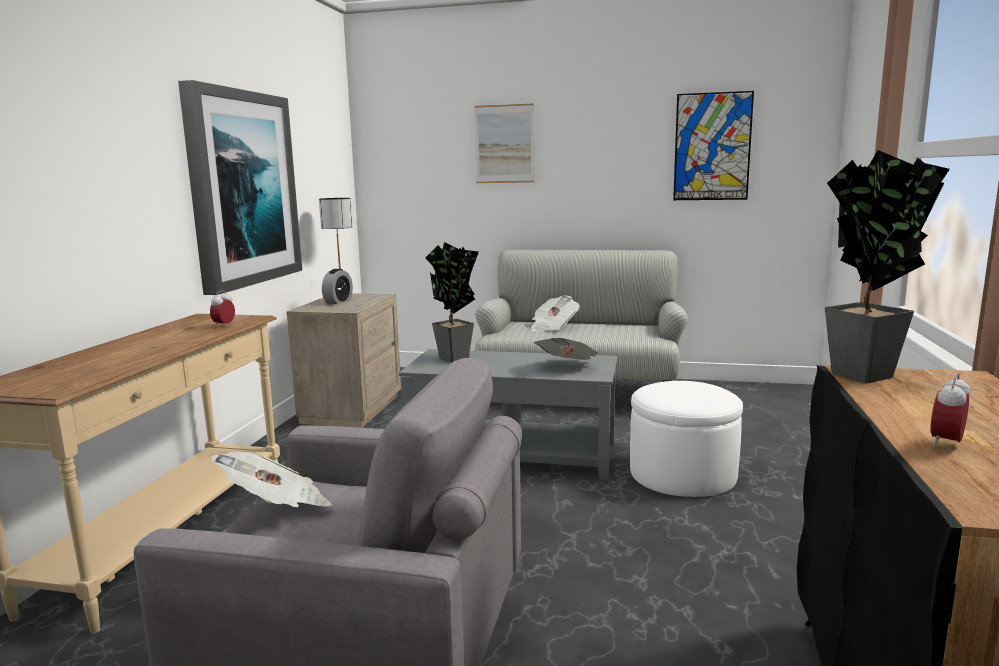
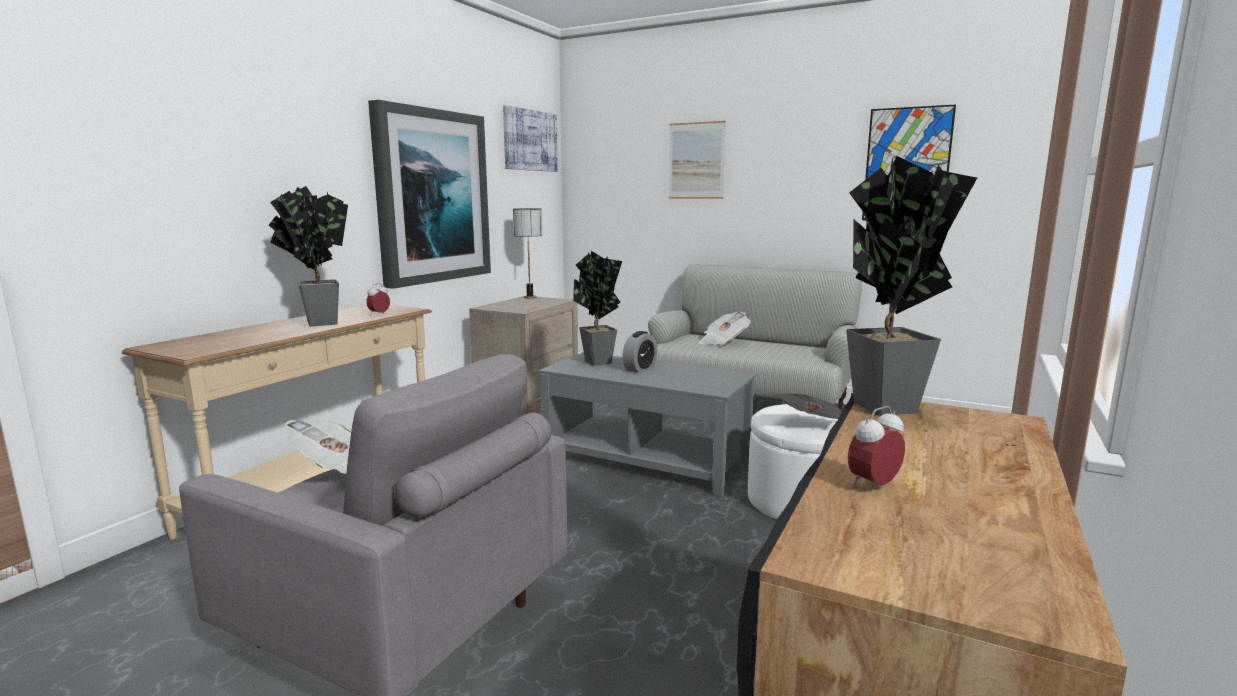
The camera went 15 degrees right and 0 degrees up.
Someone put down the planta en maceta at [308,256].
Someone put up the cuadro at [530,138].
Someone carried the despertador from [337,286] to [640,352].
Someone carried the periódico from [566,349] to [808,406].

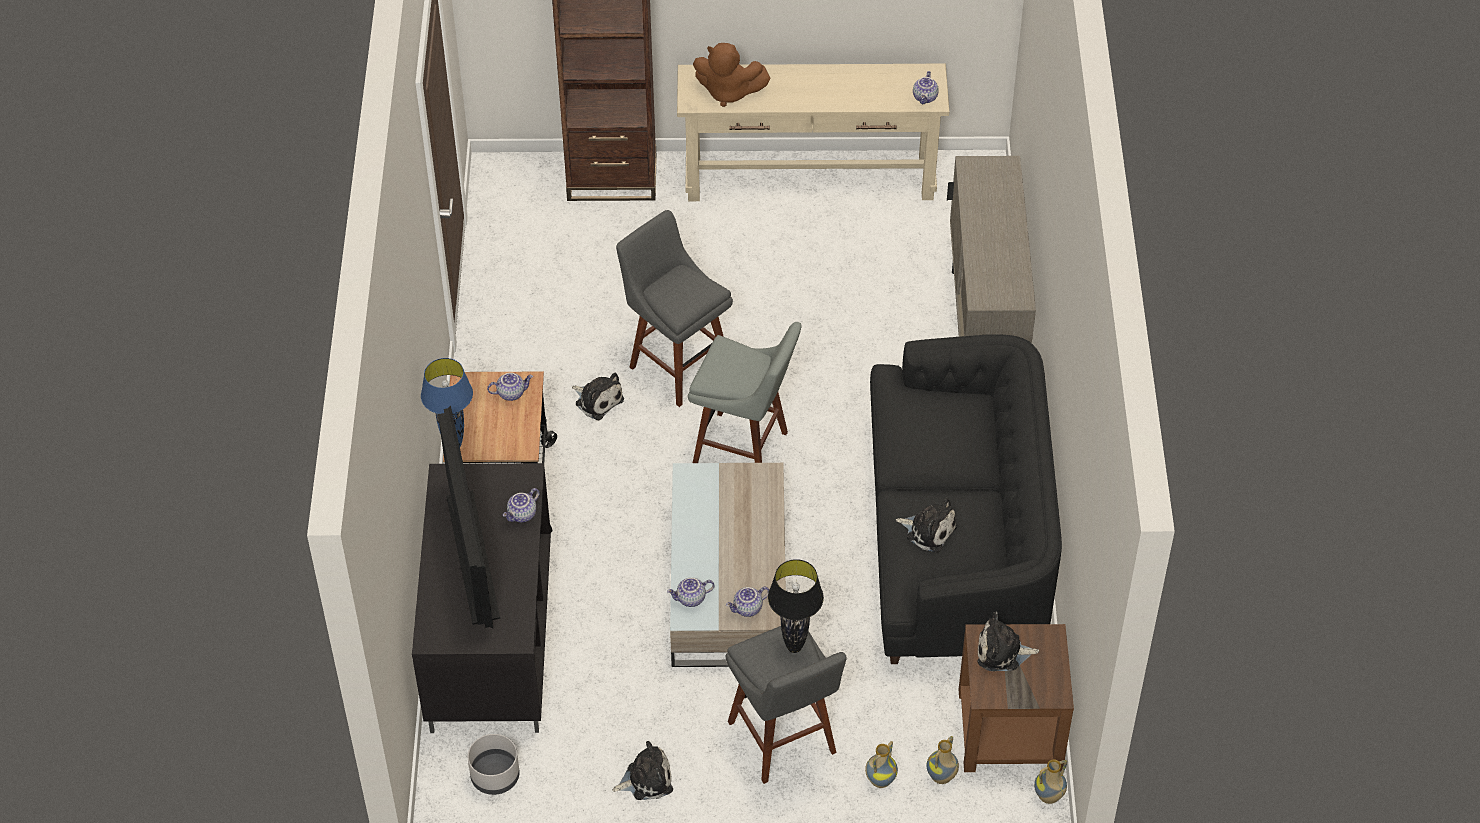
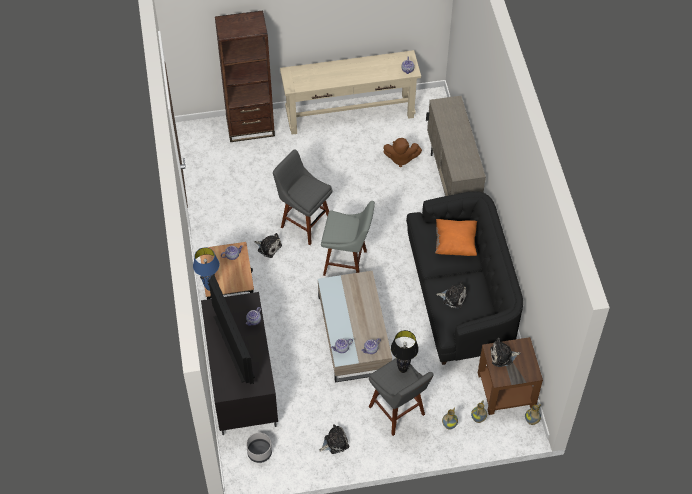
The camera went 10 degrees left and 5 degrees up.
Someone put down the cojín/naranja at [456,237].
Someone carried the peluche/marrón from [732,75] to [402,152].

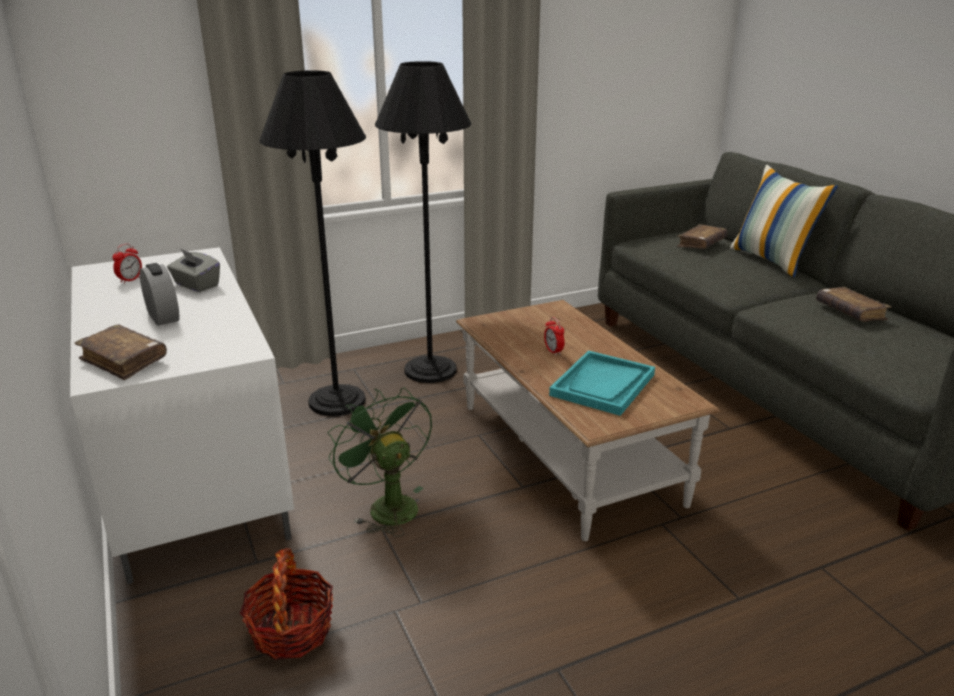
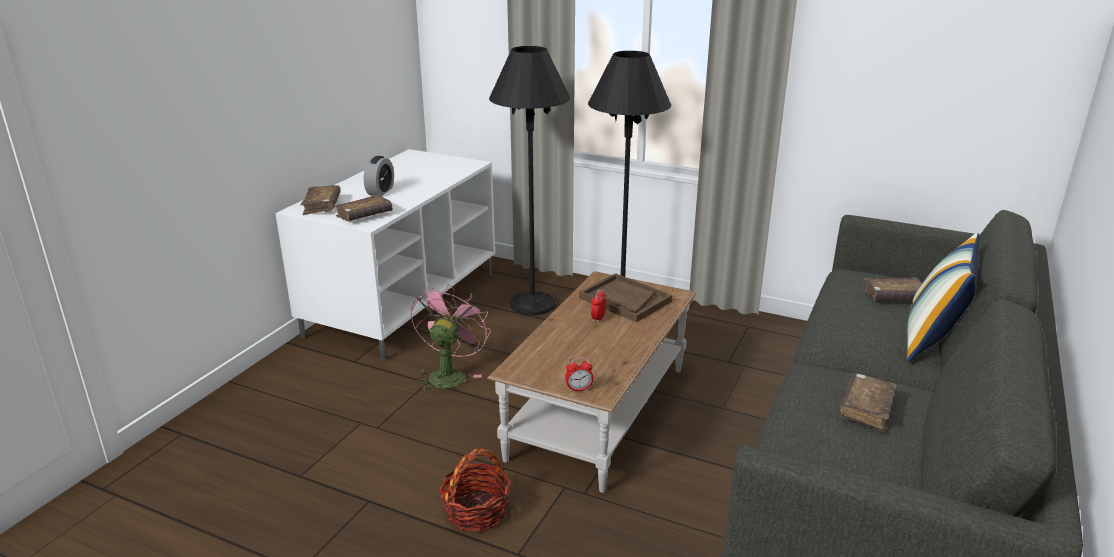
The camera went 50 degrees right and 0 degrees up.
Someone took away the caja de pañuelos/gris at [193,270].
Someone took away the bandeja/turquesa at [602,383].
Someone put down the libro/marrón at [363,208].
Someone put down the bandeja/marrón at [625,297].
Someone carried the despertador from [127,264] to [579,374].
Someone carried the cesta from [287,604] to [475,489].
Someone repainted the ventilador/verde at [380,462], which became the ventilador/rosa at [451,338].

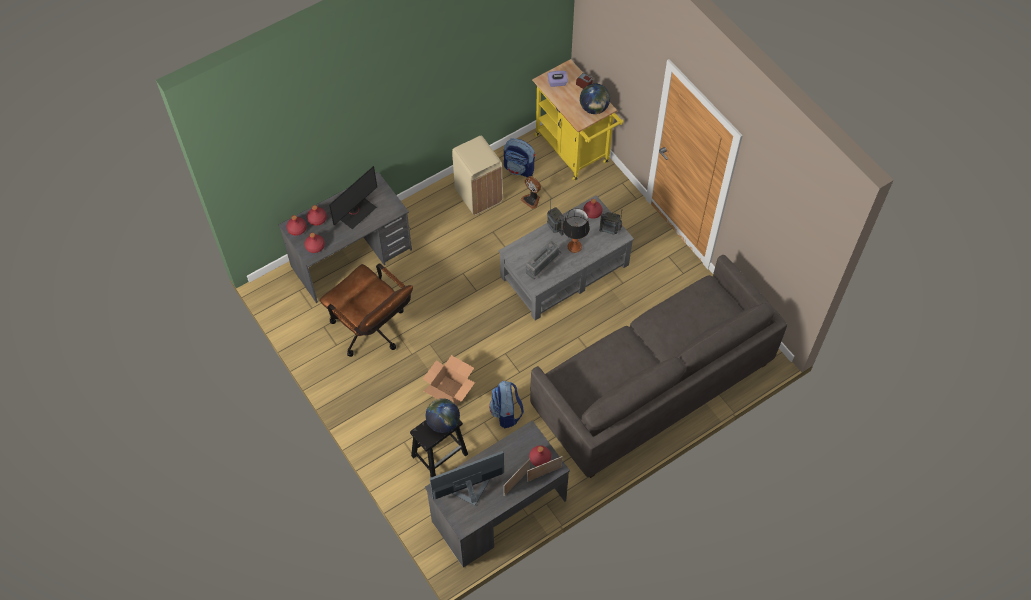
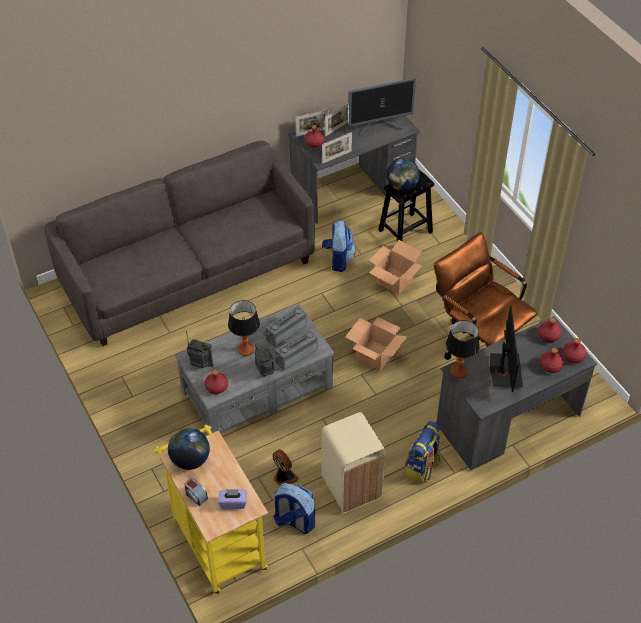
The camera went 175 degrees left and 10 degrees down.
Someone put down the radio at [295,349].
Someone put down the portarretratos at [337,148].
Someone put down the caja de cartón at [376,344].
Someone put down the mochila at [422,453].
Someone put down the lámpara de mesa at [463,349].
Someone rotated the monitor at [353,197] by 135 degrees clockwise.

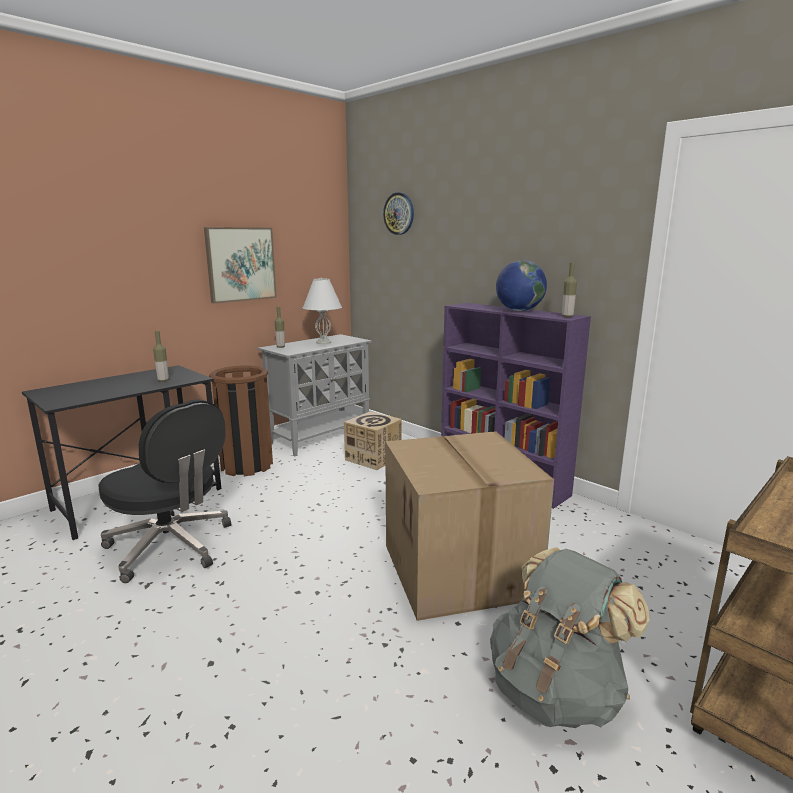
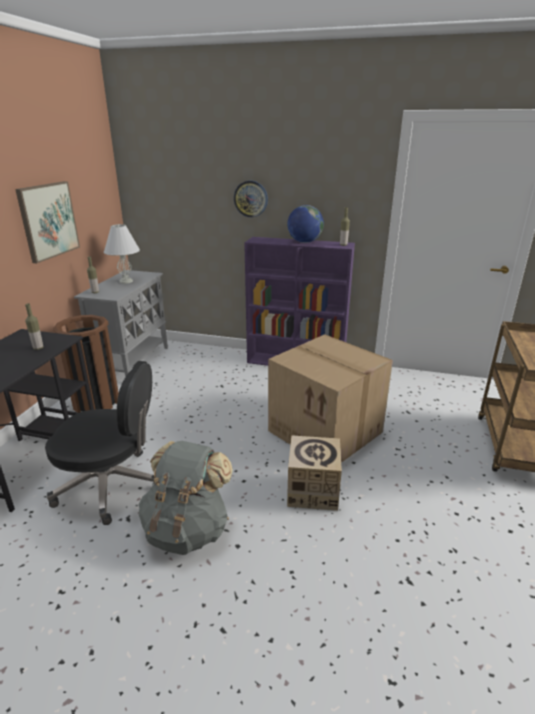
The camera went 30 degrees left and 10 degrees up.
Someone carried the caja de cartón from [373,440] to [314,473].
Someone carried the reloj de pared from [398,213] to [251,199].
Someone carried the mochila/gris from [570,637] to [185,498].

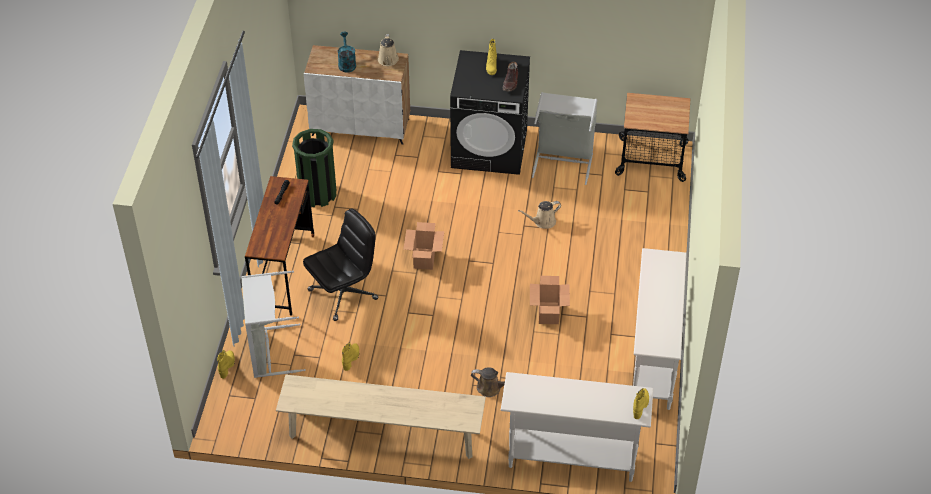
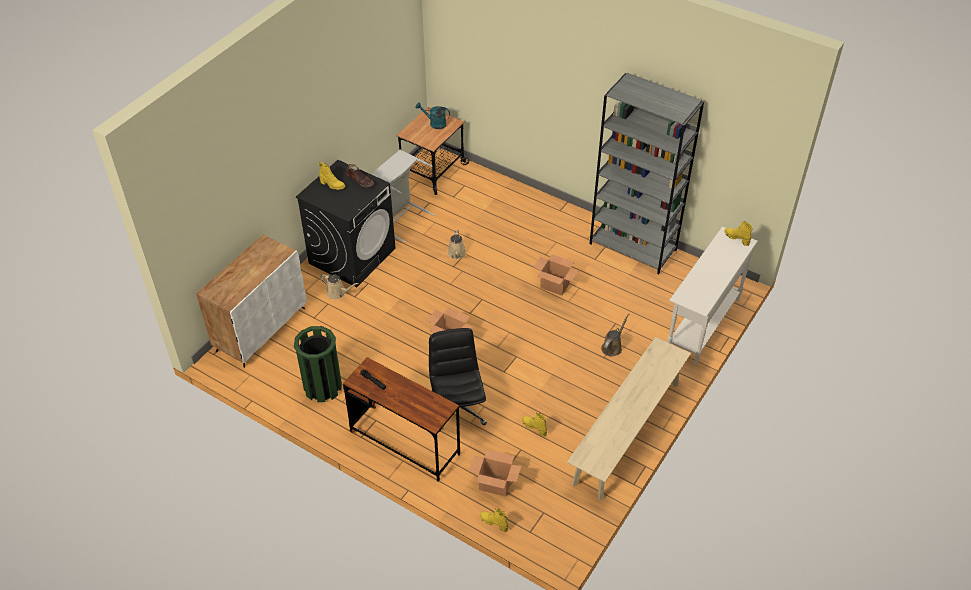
The camera went 65 degrees left and 0 degrees up.
Someone carried the regadera/turquesa from [347,52] to [432,115].
Someone carried the regadera/beis from [388,50] to [339,287].
Someone swapped the cesto de la ropa/gris at [273,324] for the caja de cartón at [495,473].
Someone swapped the mesa consola/blanco at [660,329] for the estantería/gris at [647,173].

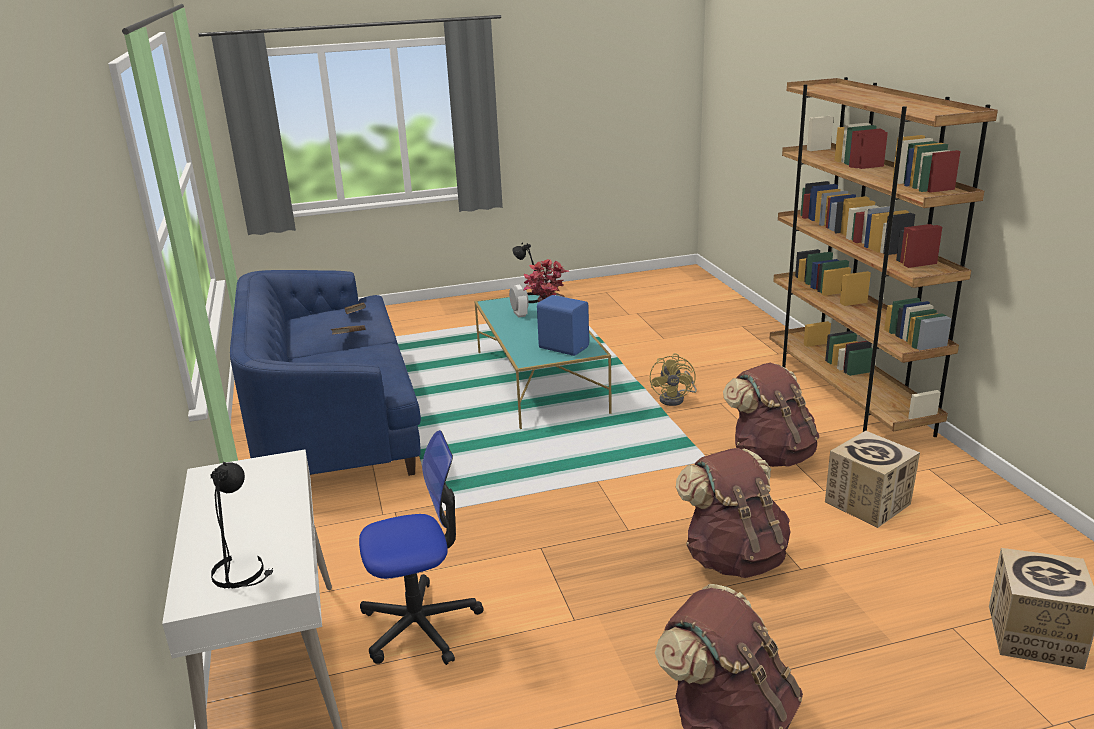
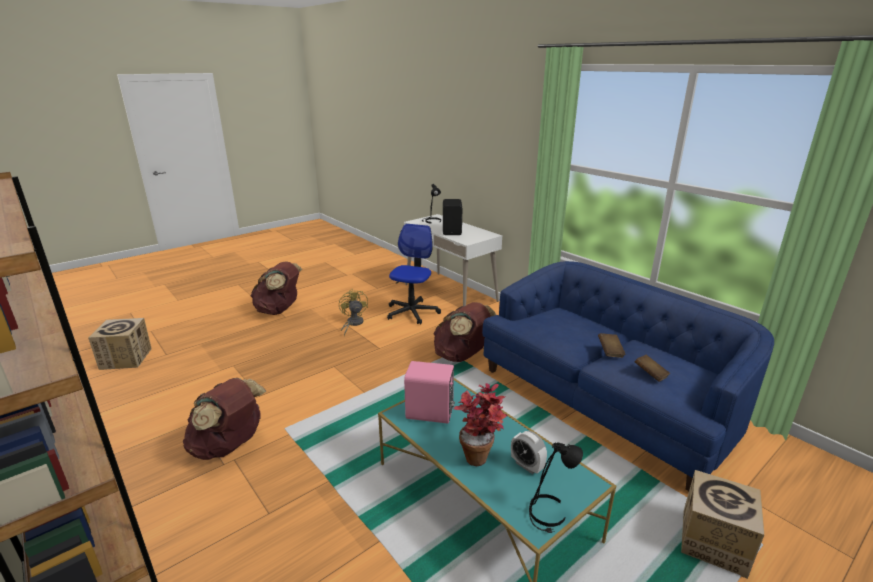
The camera went 155 degrees right and 0 degrees up.
Someone put down the altavoz/negro at [452,217].
Someone carried the ventilador/amarillo from [673,379] to [353,312].
Someone carried the mochila/marrón from [733,513] to [464,332].
Someone carried the caja de cartón from [872,479] to [722,524].
Someone repainted the altavoz/azul at [563,325], which became the altavoz/rosa at [429,392].
Someone rotated the silla de oficina at [421,547] by 150 degrees clockwise.

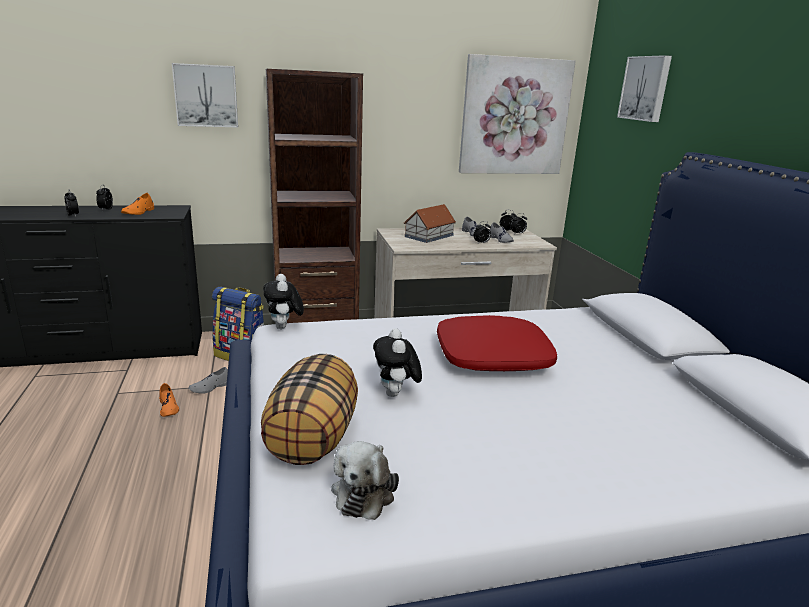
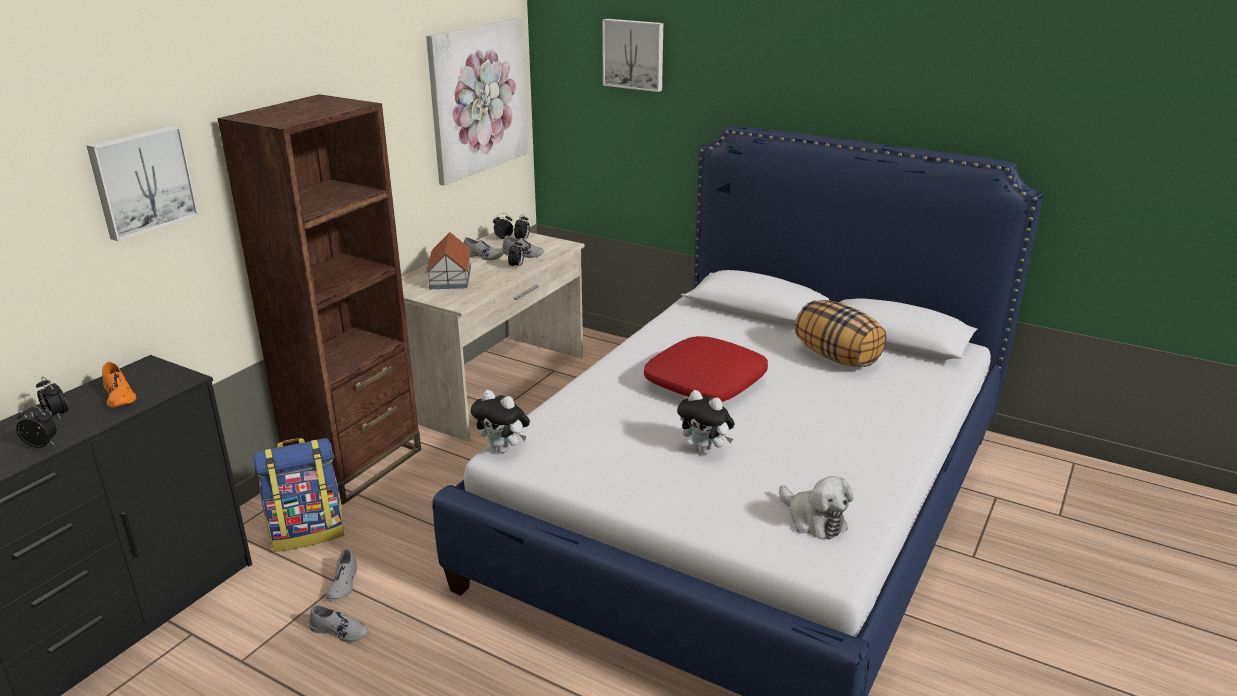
The camera went 45 degrees left and 5 degrees up.
Someone carried the cojín from [309,409] to [840,333].
Someone repainted the zapato/naranja at [169,400], which became the zapato/gris at [338,623].

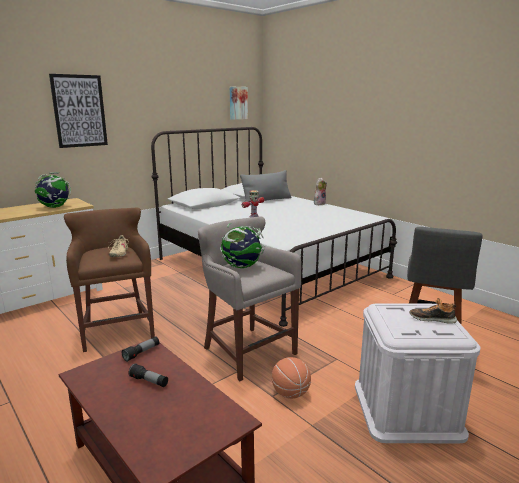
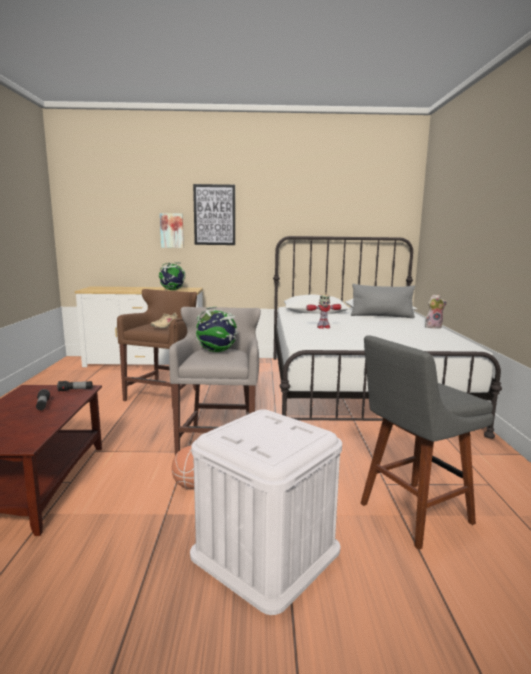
The camera went 40 degrees right and 5 degrees down.
Someone took away the zapato at [433,311].
Someone carried the cuadro from [239,103] to [172,230].

